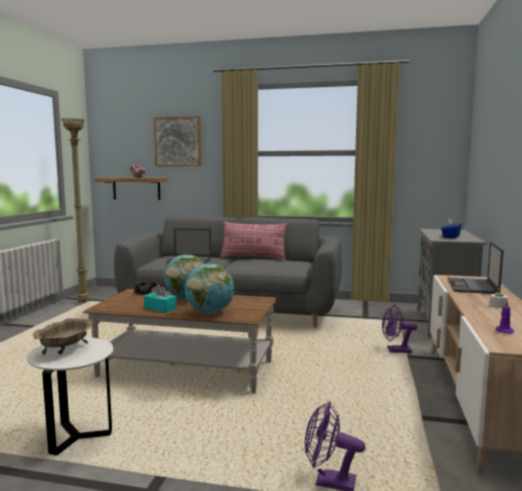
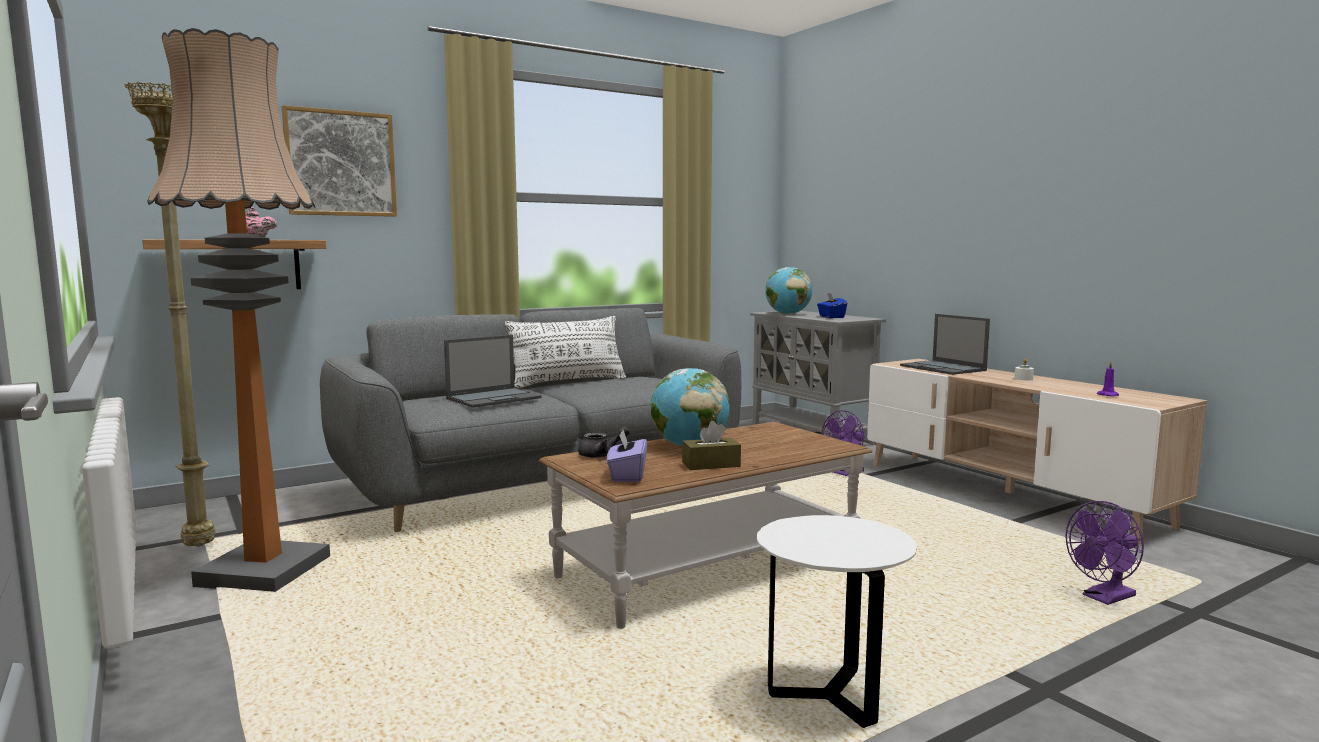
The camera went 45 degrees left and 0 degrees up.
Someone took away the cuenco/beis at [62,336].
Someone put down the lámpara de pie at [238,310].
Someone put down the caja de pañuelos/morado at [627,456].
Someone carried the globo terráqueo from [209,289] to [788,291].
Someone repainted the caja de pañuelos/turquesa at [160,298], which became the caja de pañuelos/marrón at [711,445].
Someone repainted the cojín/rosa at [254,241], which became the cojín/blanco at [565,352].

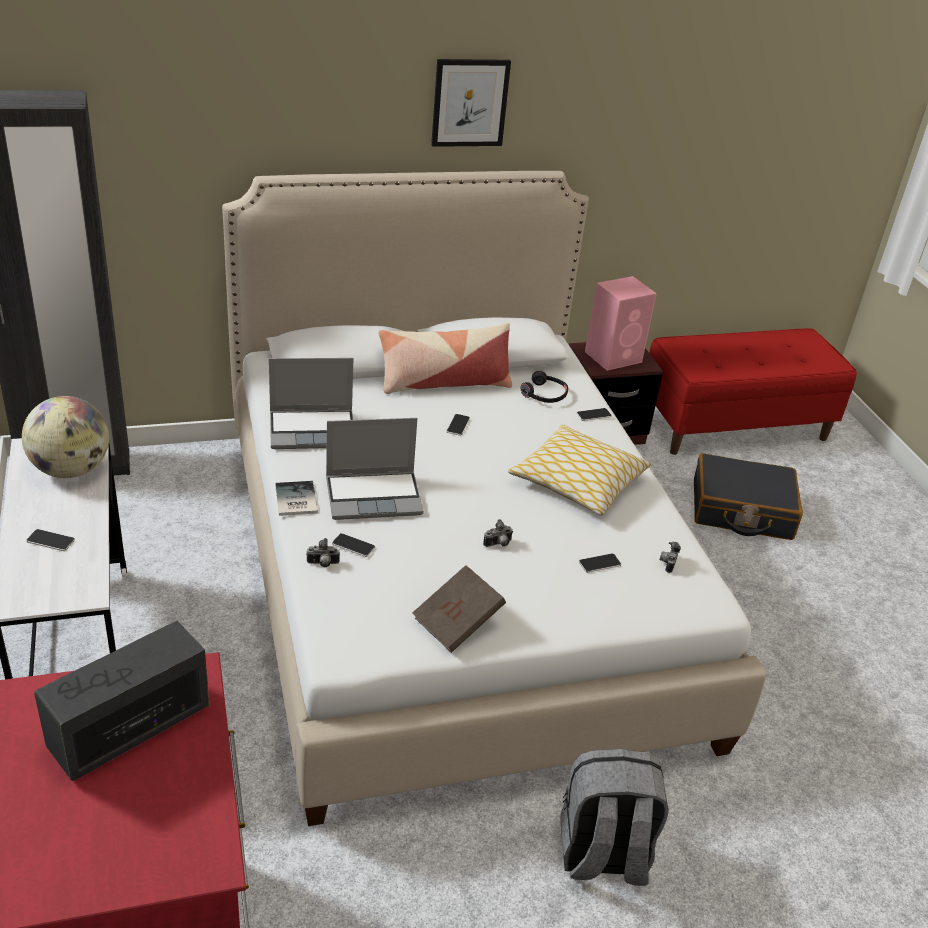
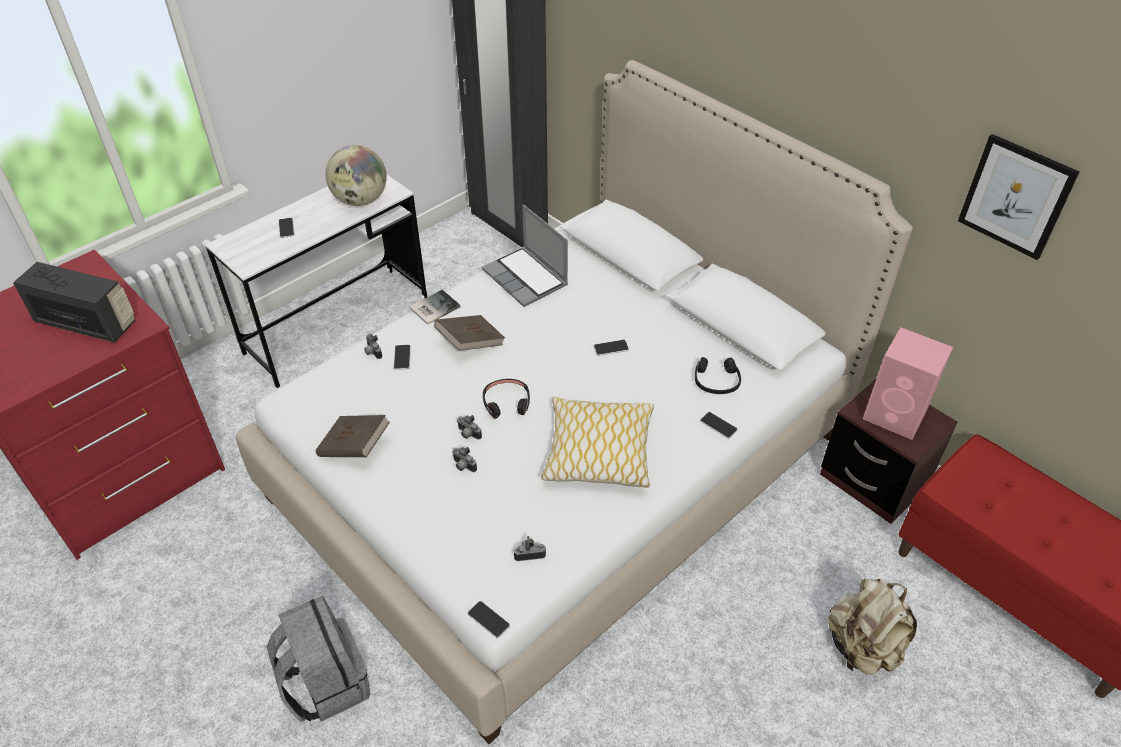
The camera went 65 degrees right and 10 degrees up.
Someone took away the cojín at [445,358].
Someone put down the cámara at [464,459].
Someone put down the auriculares/negro at [506,399].
Someone carried the cuadro from [471,103] to [1018,197].
Someone carried the móvil from [600,563] to [489,619].
Someone swapped the portátil at [375,469] for the libro/marrón at [469,333].
Someone swapped the maleta/negro at [748,496] for the mochila/beis at [872,627].

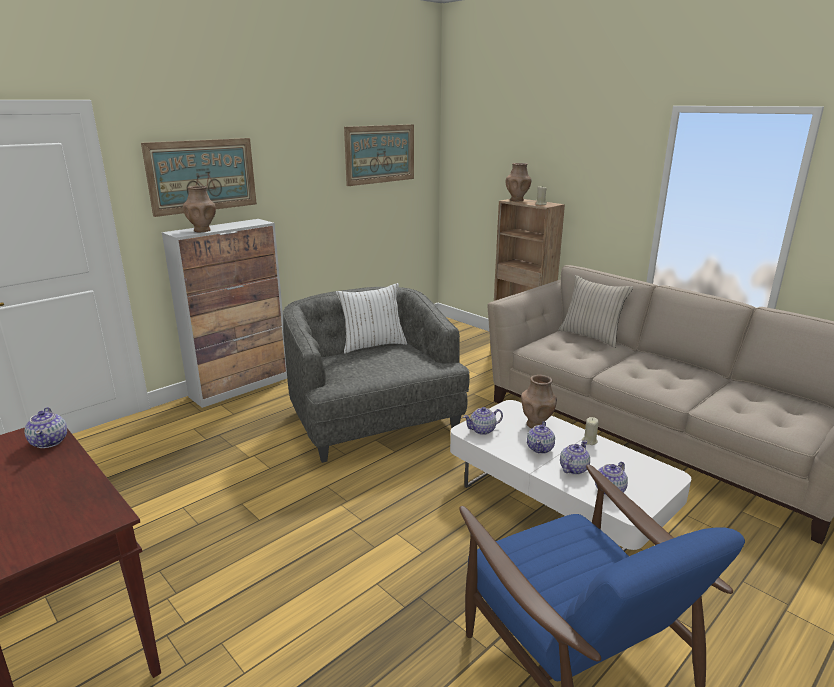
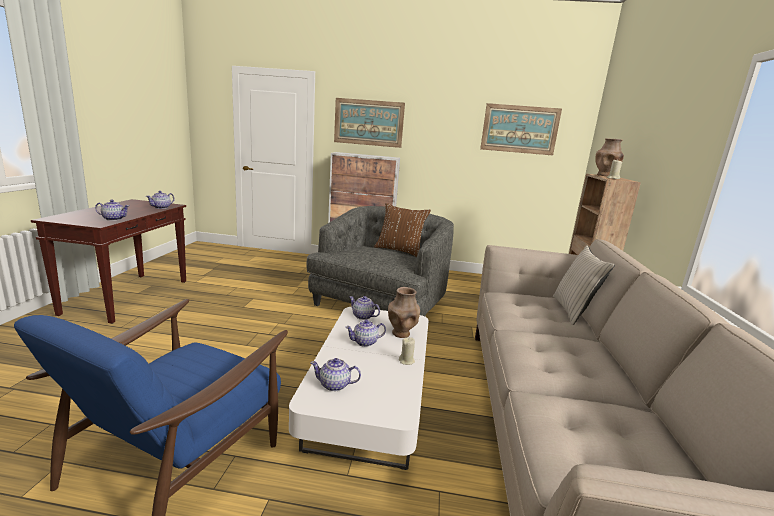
The camera went 50 degrees right and 5 degrees down.
Someone took away the florero/marrón at [199,209].
Someone carried the tetera from [575,457] to [112,210].
Someone repainted the cojín/blanco at [371,318], which became the cojín/marrón at [402,230].

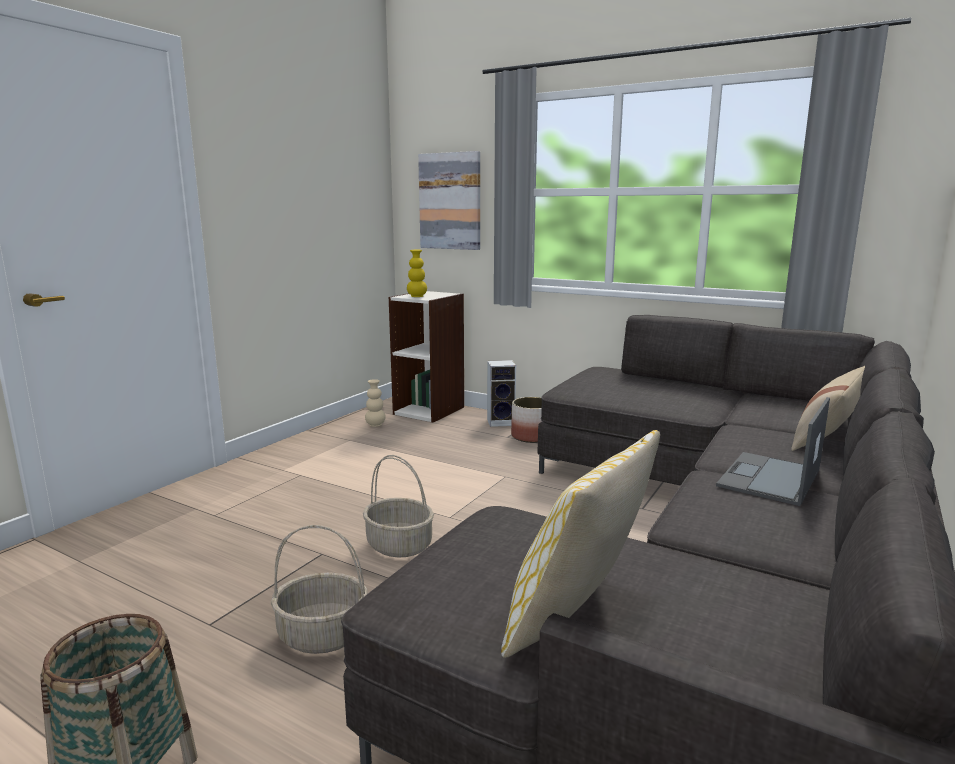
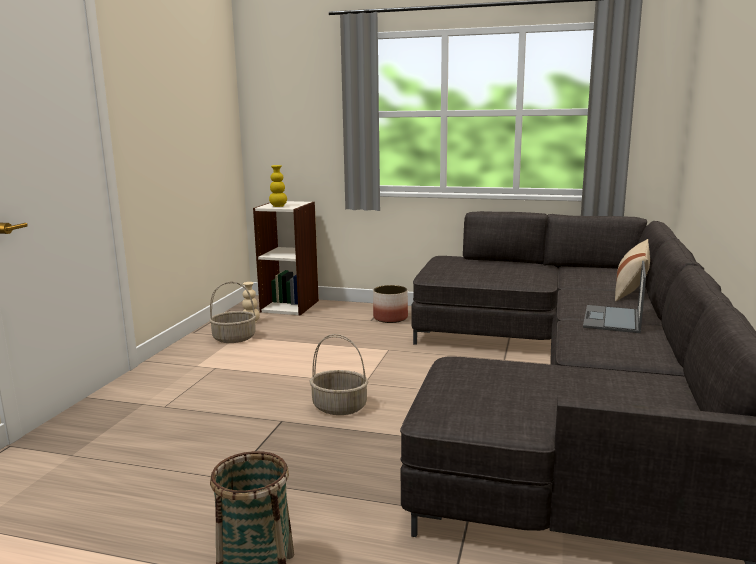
The camera went 15 degrees left and 0 degrees up.
Someone took away the cuadro at [449,200].
Someone took away the altavoz at [501,393].
Someone took away the cojín at [580,544].
Someone carried the cesta from [319,589] to [232,312].

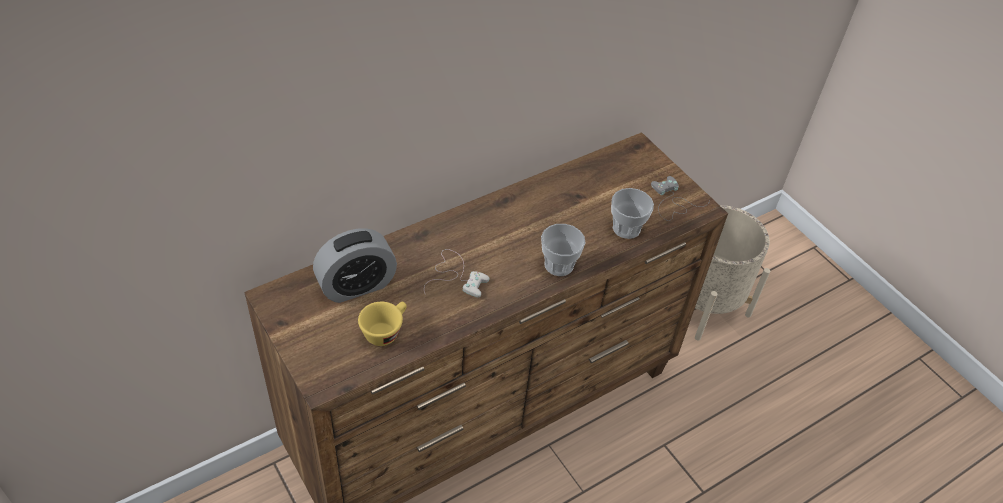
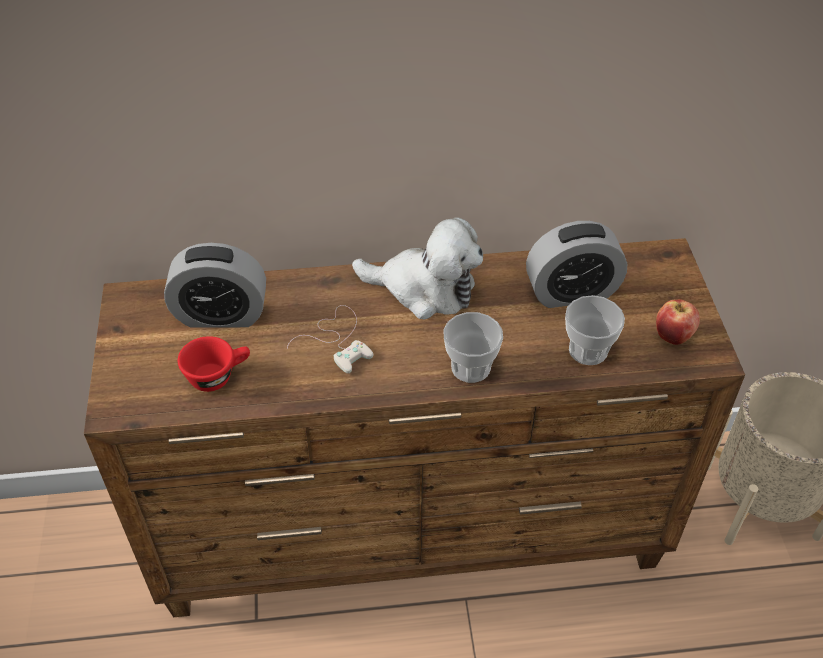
The camera went 30 degrees right and 0 degrees up.
Someone put down the peluche at [417,268].
Someone put down the despertador at [576,264].
Someone swapped the mando de consola/gris at [680,198] for the manzana at [678,322].
Someone repainted the taza/amarillo at [382,323], which became the taza/rojo at [214,364].

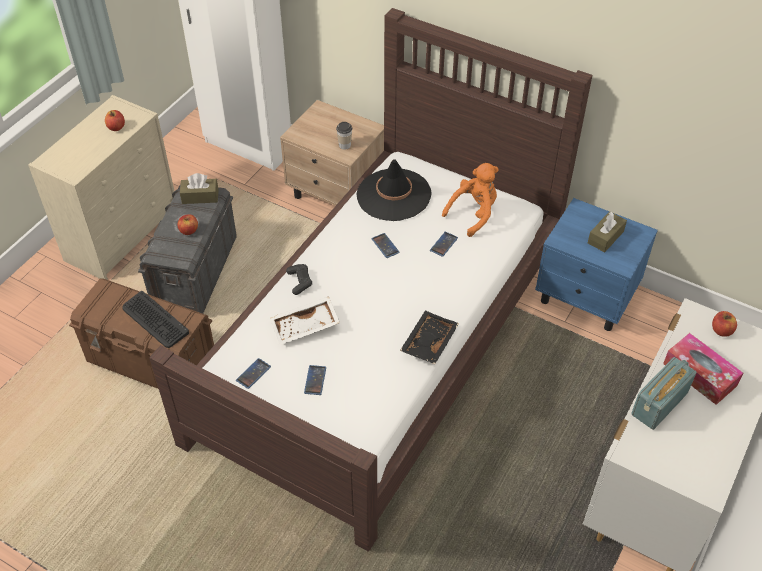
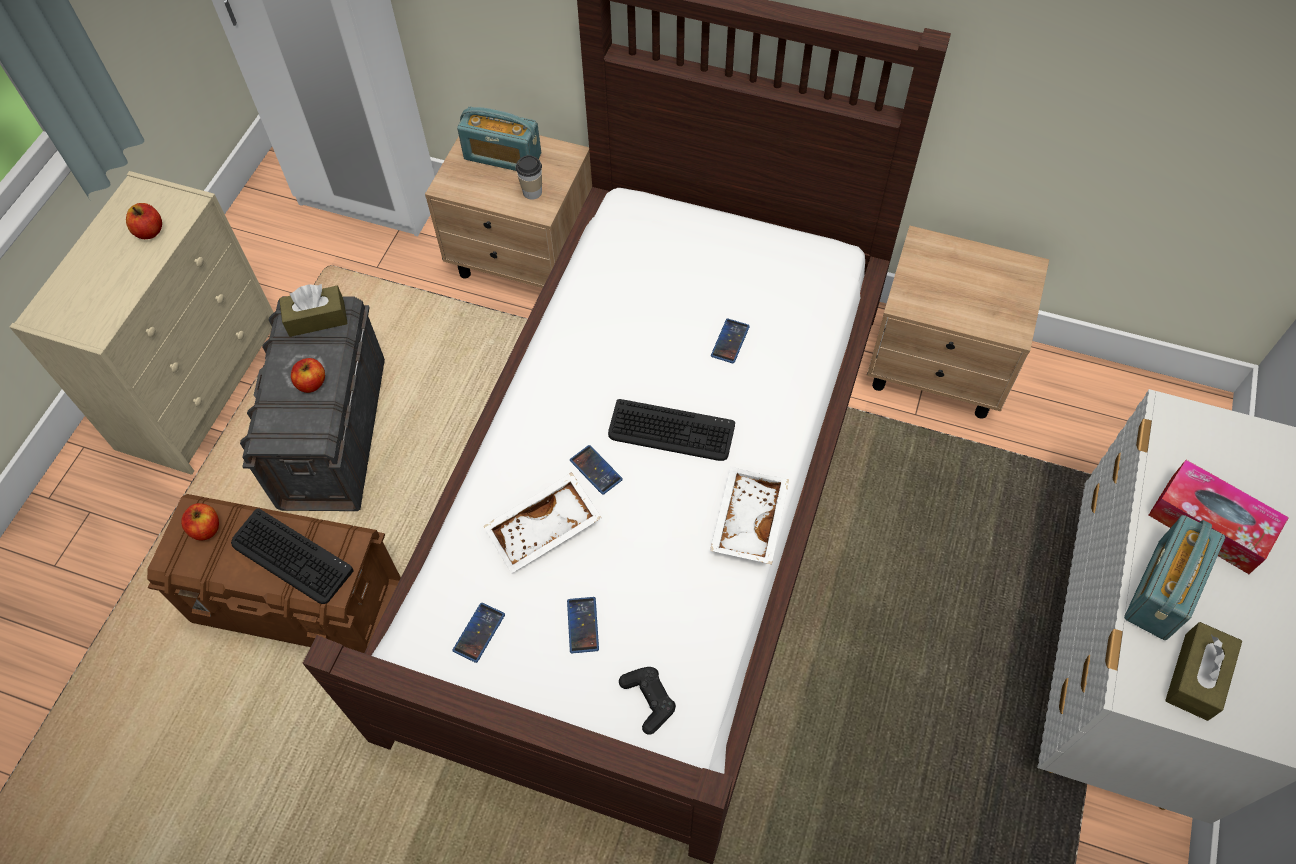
The camera went 10 degrees left and 10 degrees up.
Someone took away the sombrero/negro at [394,190].
Someone took away the peluche/naranja at [470,200].
Someone put down the radio at [499,139].
Someone put down the teclado at [671,430].
Someone carried the mando de consola/negro from [299,279] to [647,701].
Someone carried the móvil from [386,245] to [596,470].
Someone carried the caja de pañuelos/marrón from [607,231] to [1203,671].
Someone carried the manzana from [724,324] to [200,522].
Someone repainted the bandeja/negro at [429,337], which became the bandeja/blanco at [749,515].
Someone repainted the mesita de noche/azul at [596,264], which became the mesita de noche/beis at [958,322].

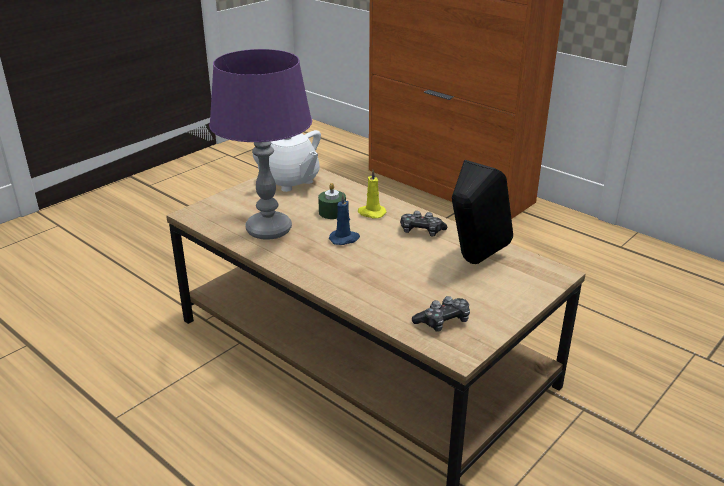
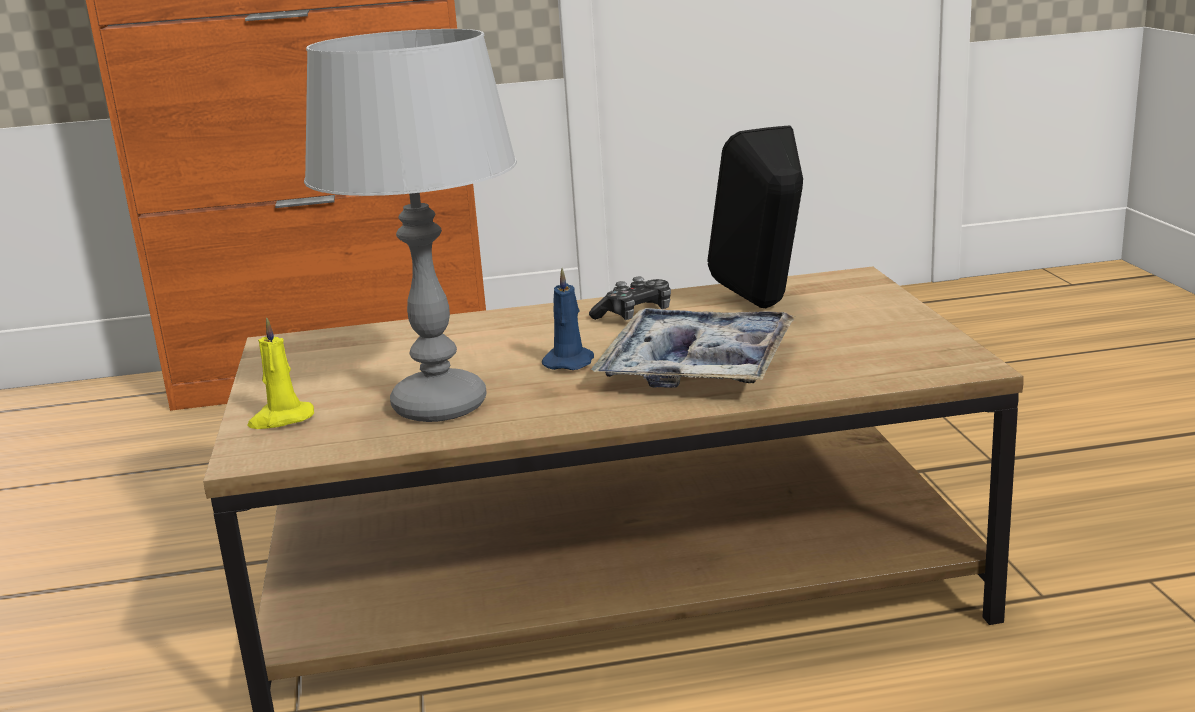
The camera went 50 degrees left and 10 degrees down.
Someone took away the tetera/blanco at [287,161].
Someone took away the vela/verde at [332,201].
Someone took away the mando de consola at [441,313].
Someone put down the bandeja at [693,348].
Someone carried the vela/amarillo from [372,194] to [280,373].
Someone repainted the lámpara de mesa/morado at [260,144], which became the lámpara de mesa/gris at [410,225].

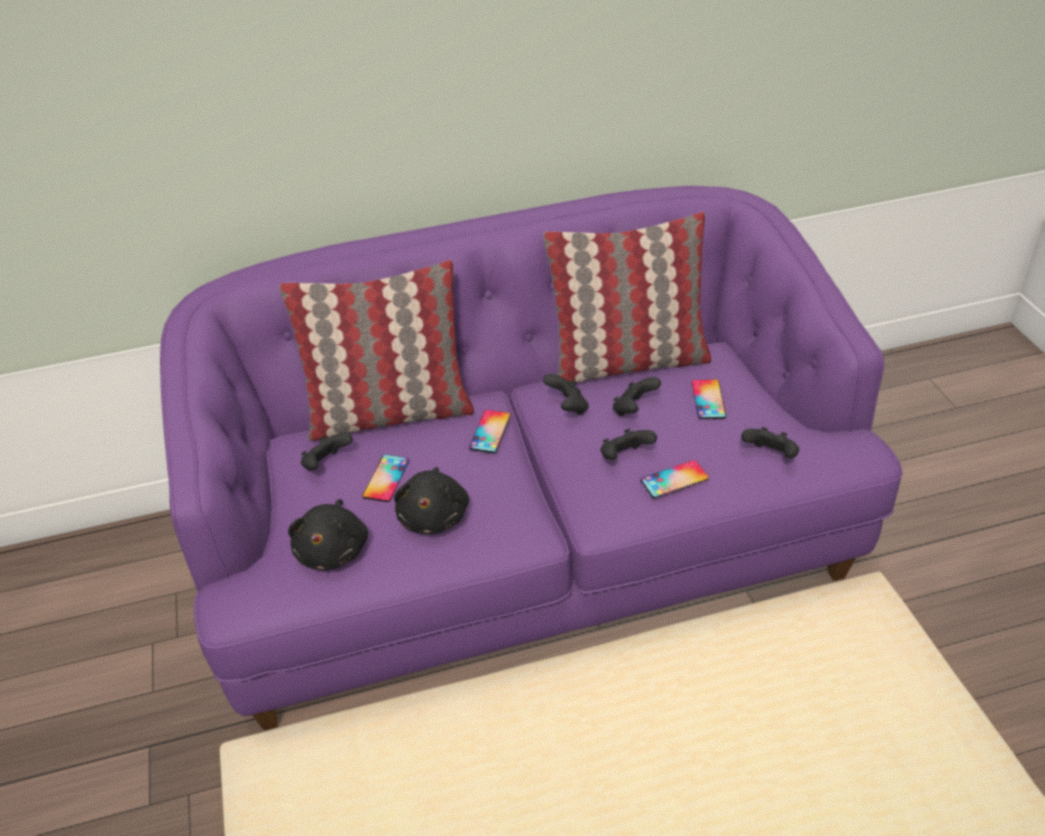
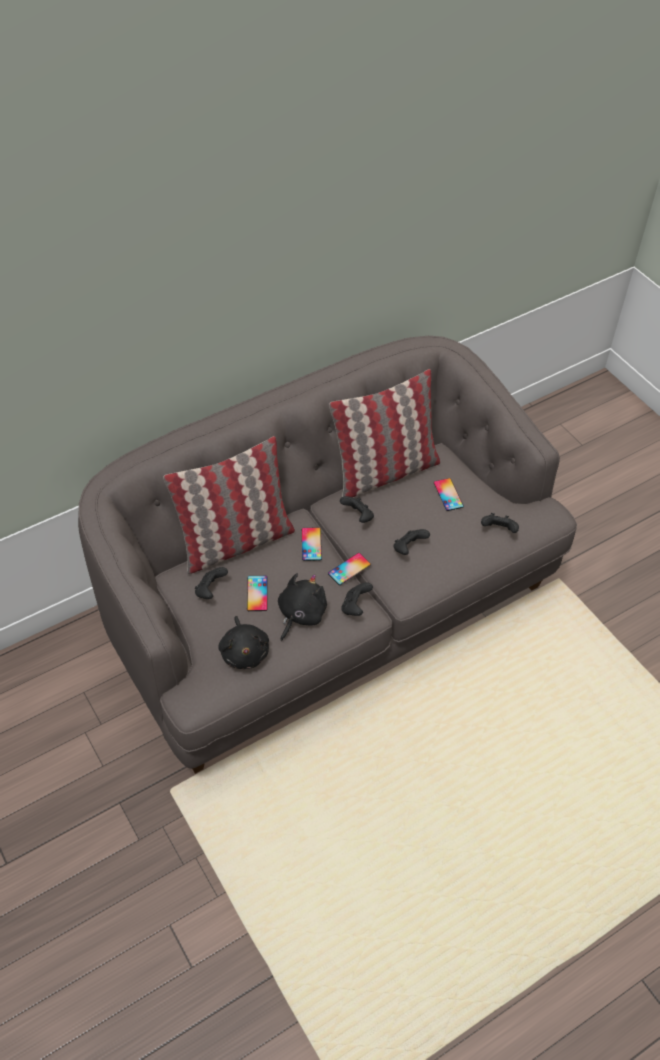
The camera went 20 degrees left and 10 degrees up.
Someone carried the mando de consola/negro from [637,396] to [357,599].
Someone carried the móvil from [674,479] to [349,569].
Someone repainted the sofá/morado at [531,458], which became the sofá/gris at [327,555].
Someone rotated the peluche/negro at [431,500] by 135 degrees counterclockwise.

